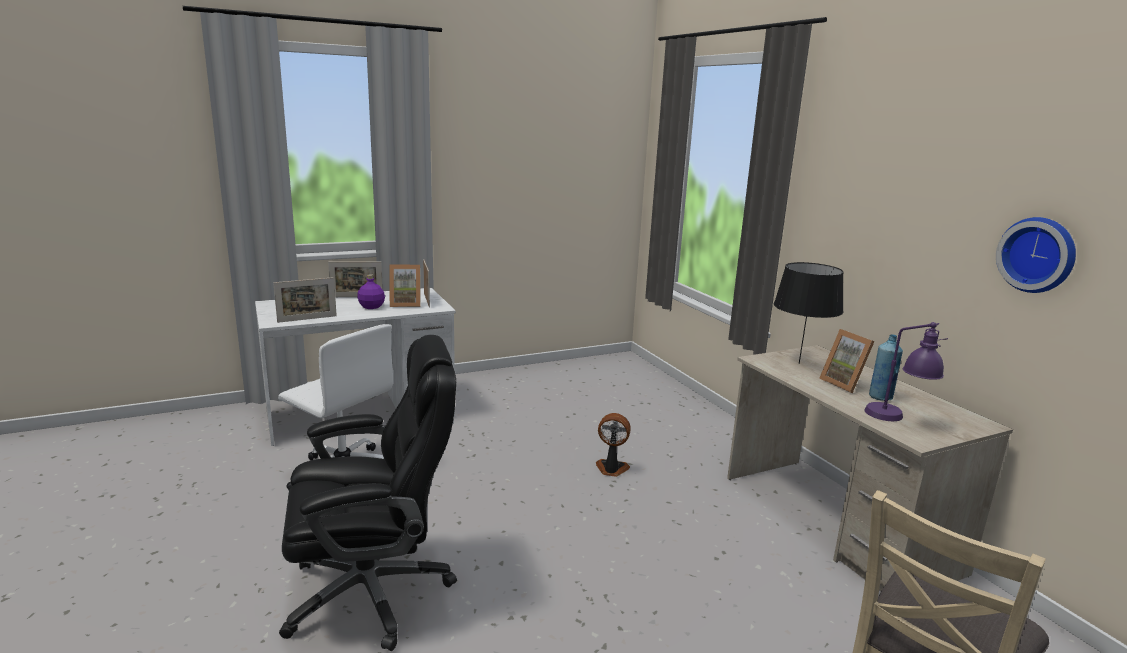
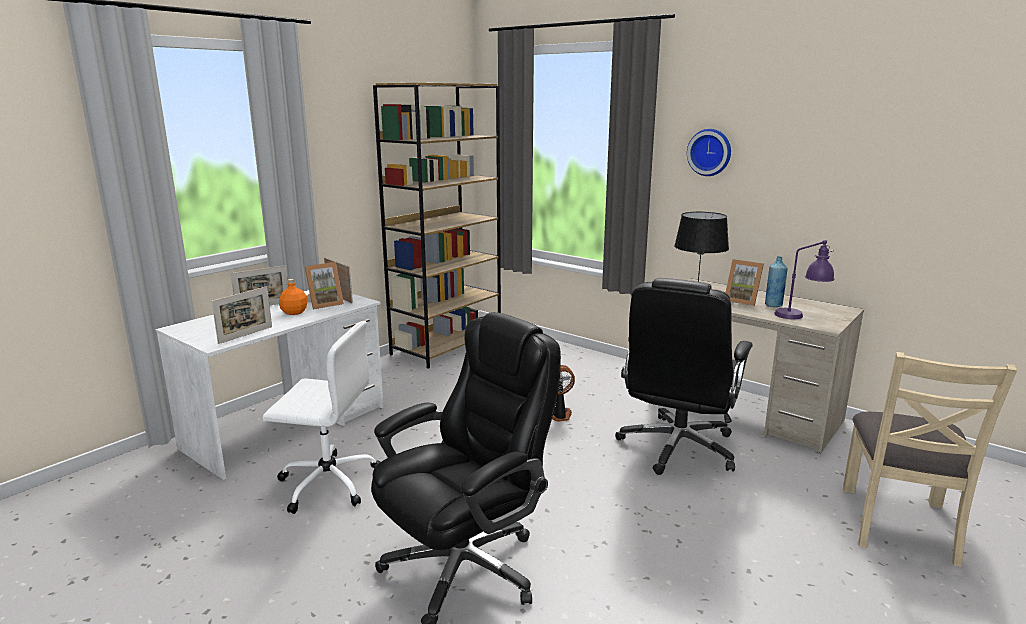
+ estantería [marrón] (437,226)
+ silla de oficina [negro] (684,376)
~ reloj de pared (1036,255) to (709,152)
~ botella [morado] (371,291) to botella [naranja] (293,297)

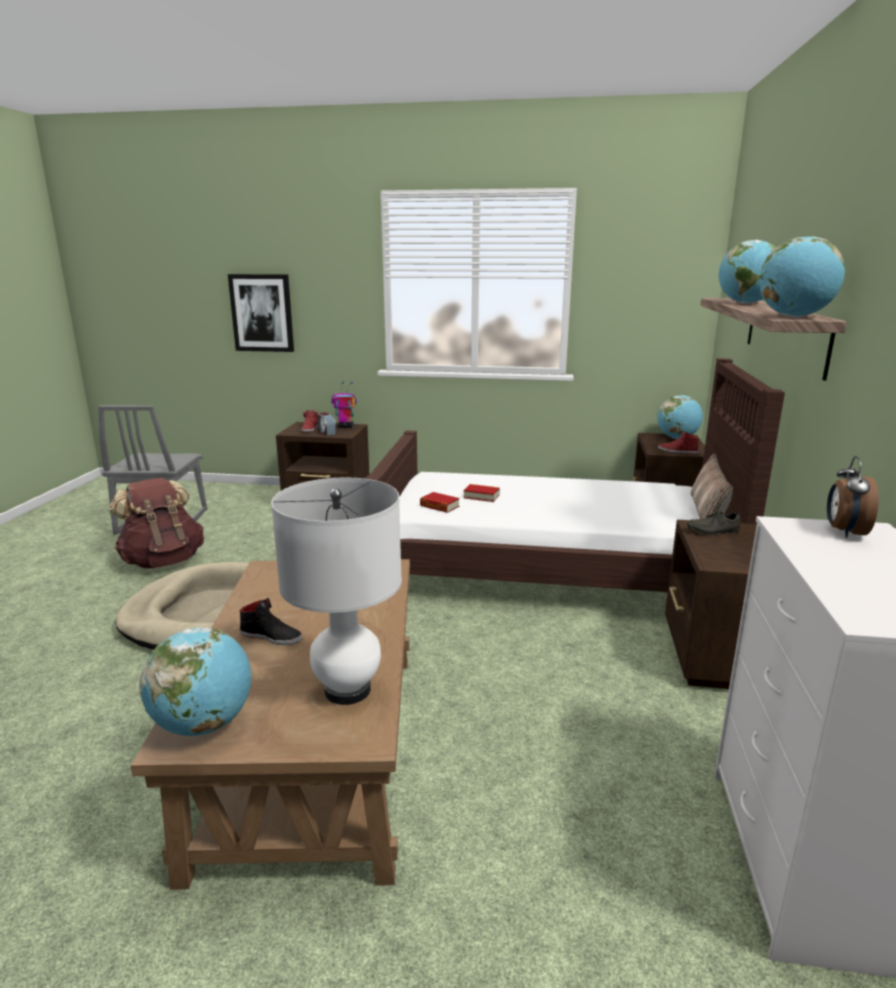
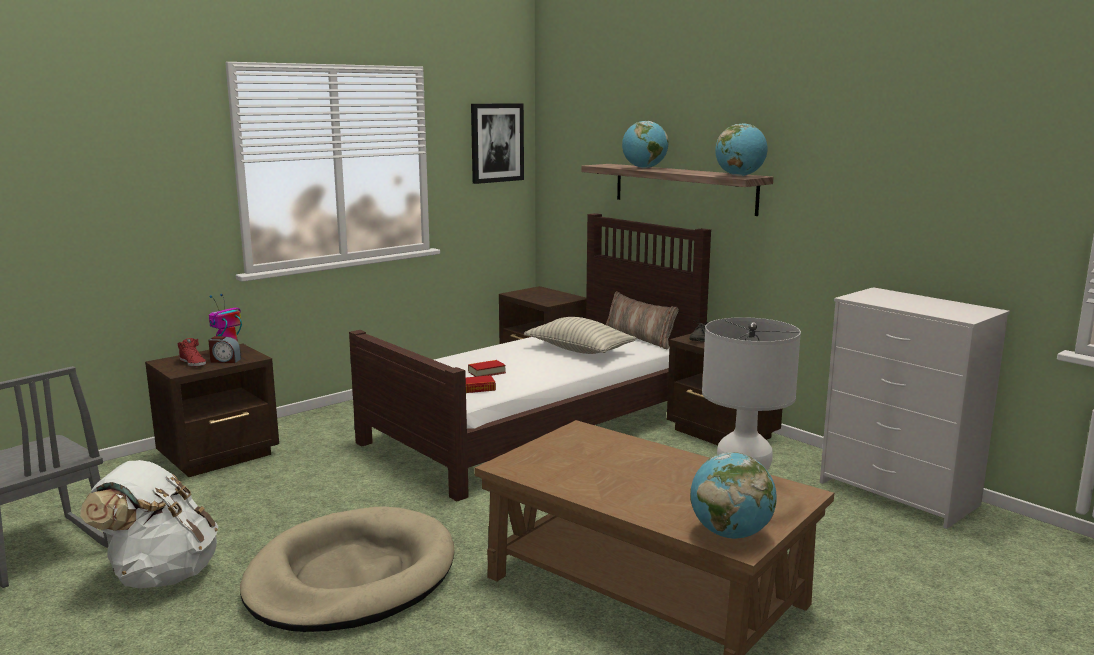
- zapato [negro] (270,621)
- globo terráqueo (680,417)
- zapato [rojo] (678,443)
- despertador (853,497)
+ cojín (580,335)
~ cuadro (261,313) to (497,143)
~ mochila [marrón] (156,523) to mochila [blanco] (149,524)

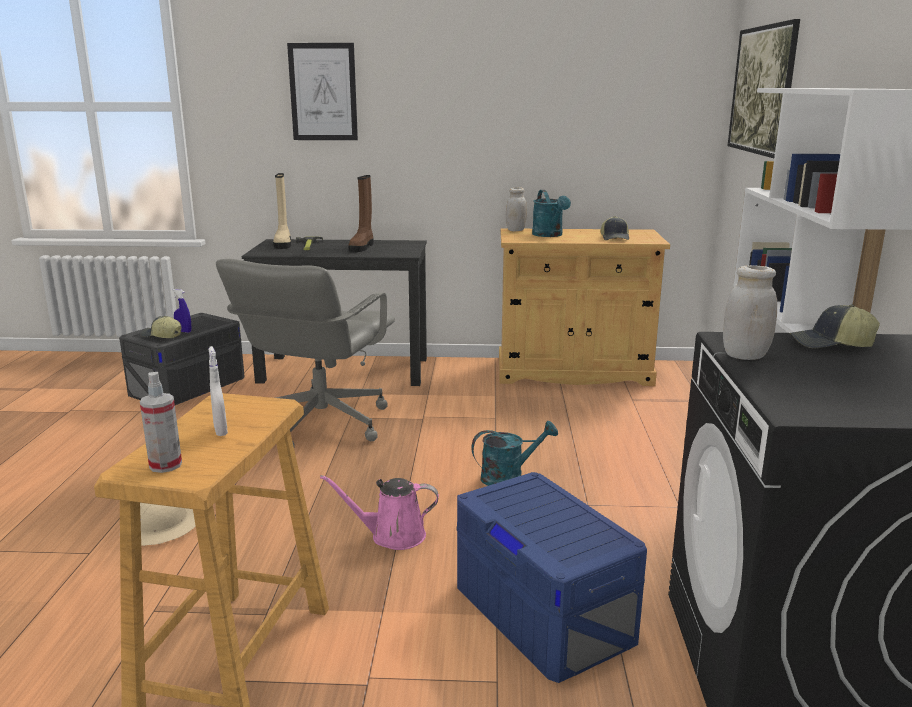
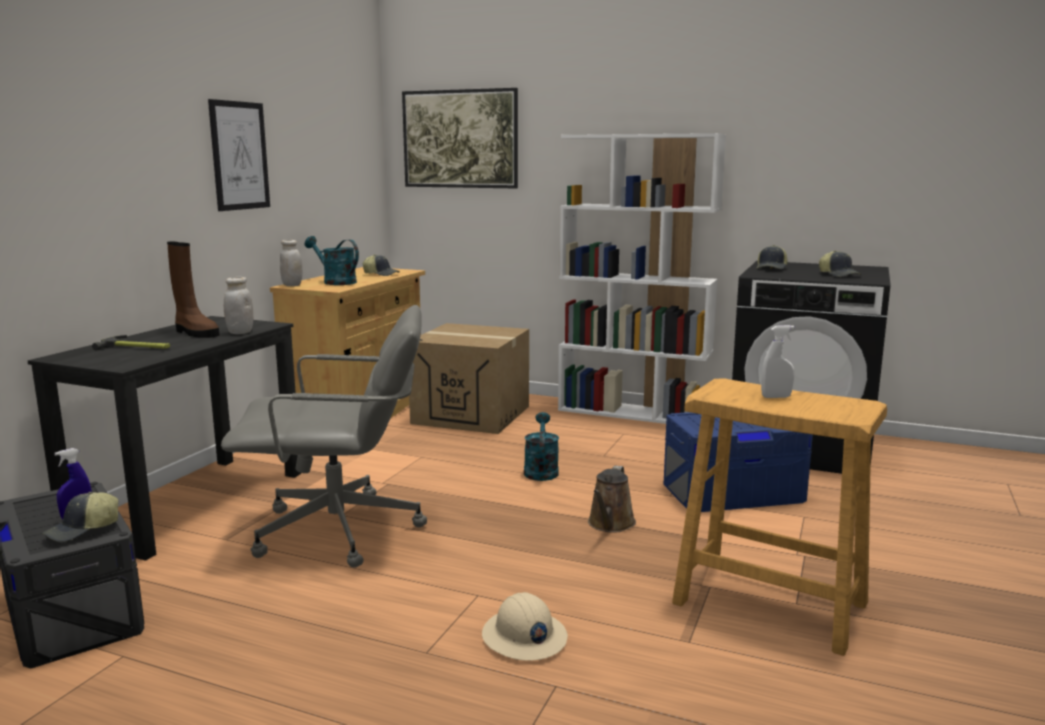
- pulverizador (161,422)
- bota [beis] (282,211)
+ caja de cartón (469,378)
+ gorra (840,263)
~ cuadro (322,91) to (239,155)
~ tarro [blanco] (750,312) to (238,305)
~ regadera [rosa] (379,512) to regadera [marrón] (612,499)
~ silla de oficina [gris] (305,352) = (324,436) 45 degrees counterclockwise
~ regadera [turquesa] (551,213) = (332,260) 150 degrees counterclockwise

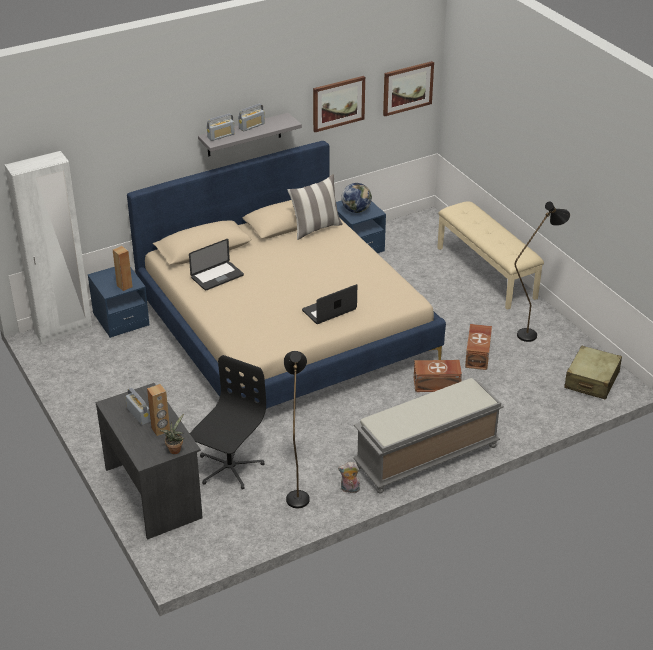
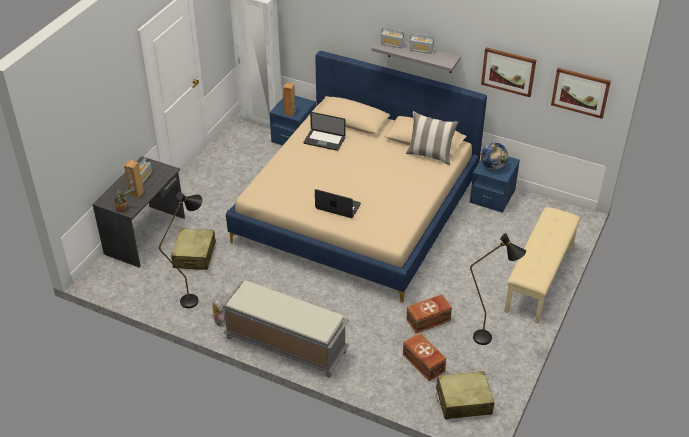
~ caja de almacenaje [marrón] (438,376) to (424,357)
~ silla de oficina [negro] (228,422) to maleta [beis] (193,249)

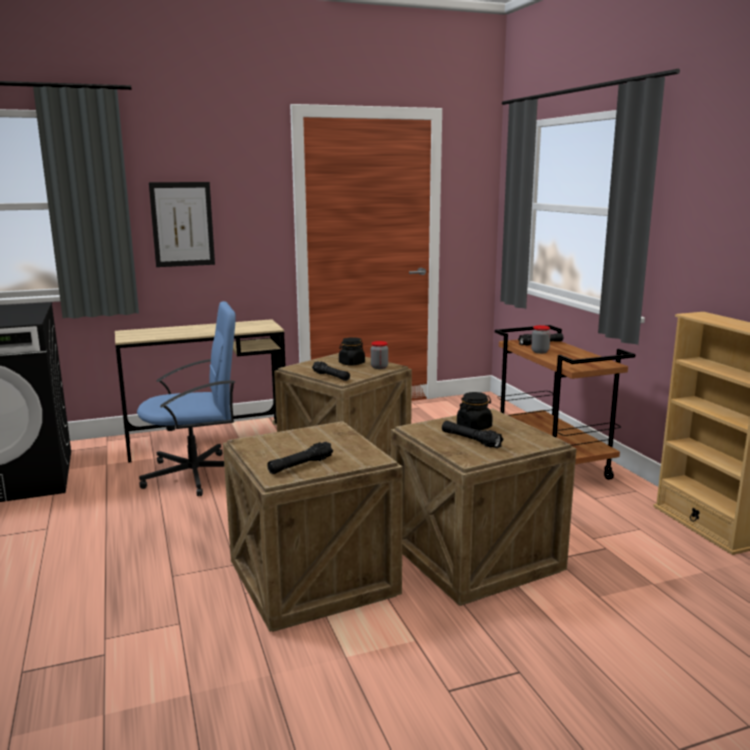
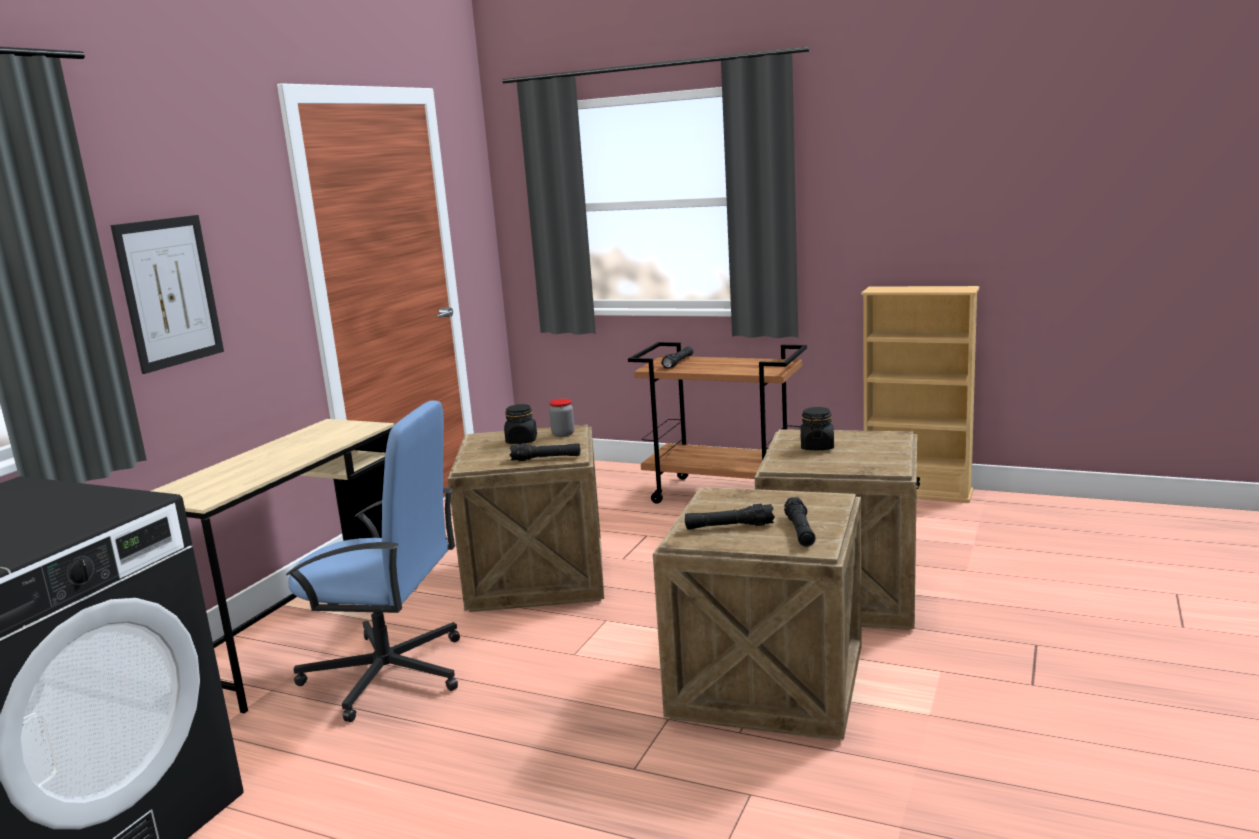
- tarro (540,339)
~ linterna [negro] (473,435) to (730,516)
~ silla de oficina [azul] (186,398) = (373,561) 75 degrees clockwise

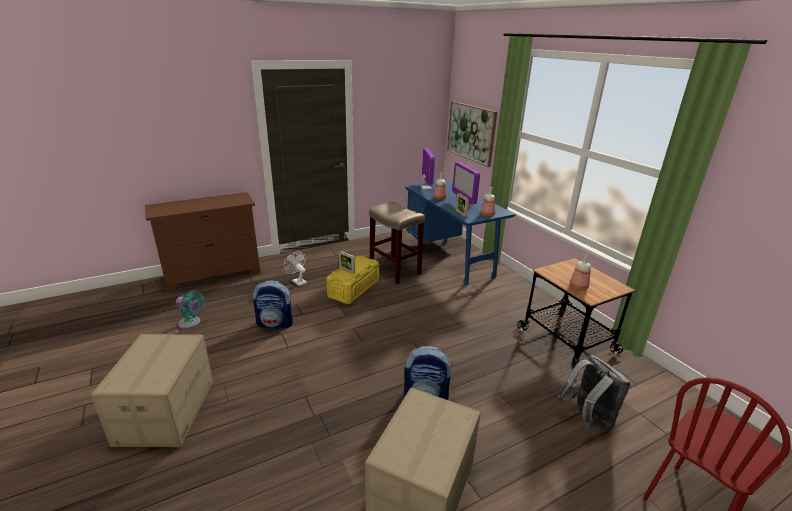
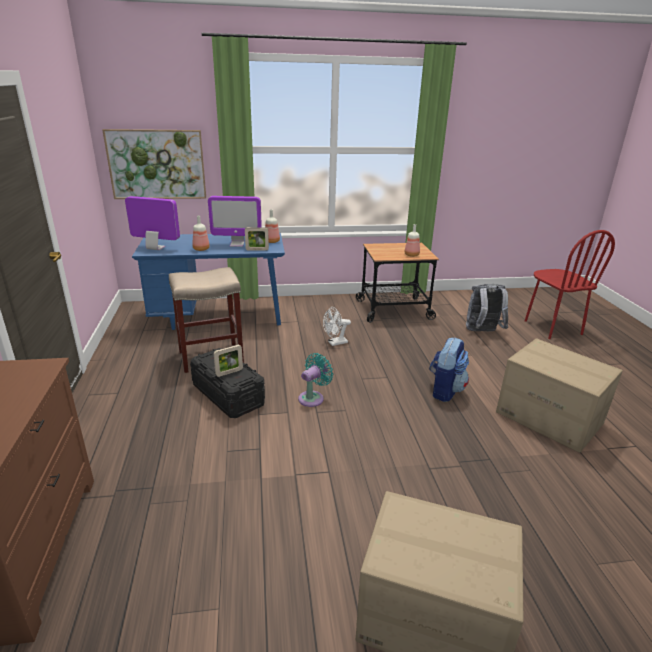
- mochila (273,304)
~ ventilador [turquesa] (190,309) to (315,380)
~ ventilador [blanco] (295,269) to (337,326)
~ caja de almacenaje [amarillo] (352,280) to caja de almacenaje [negro] (227,383)

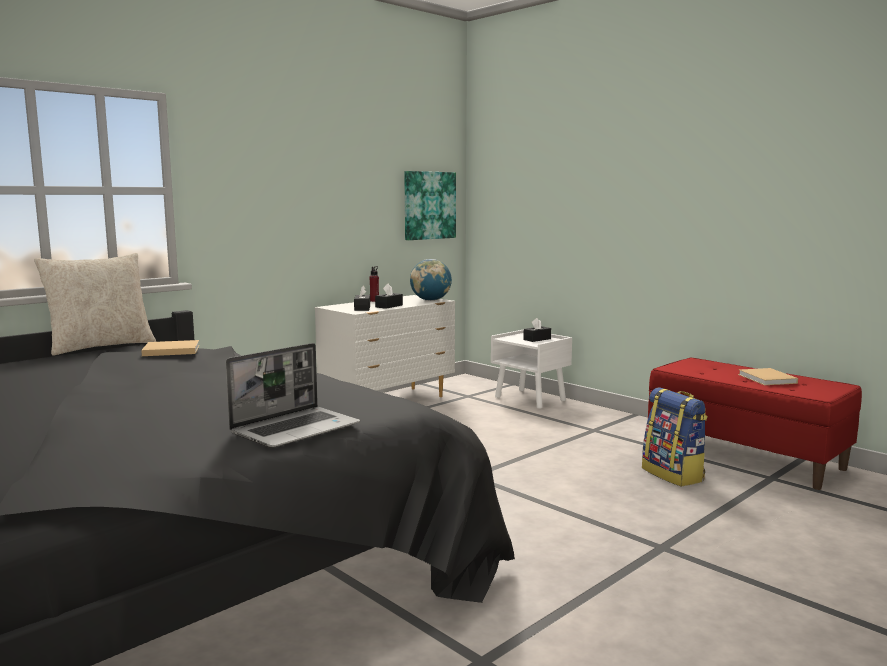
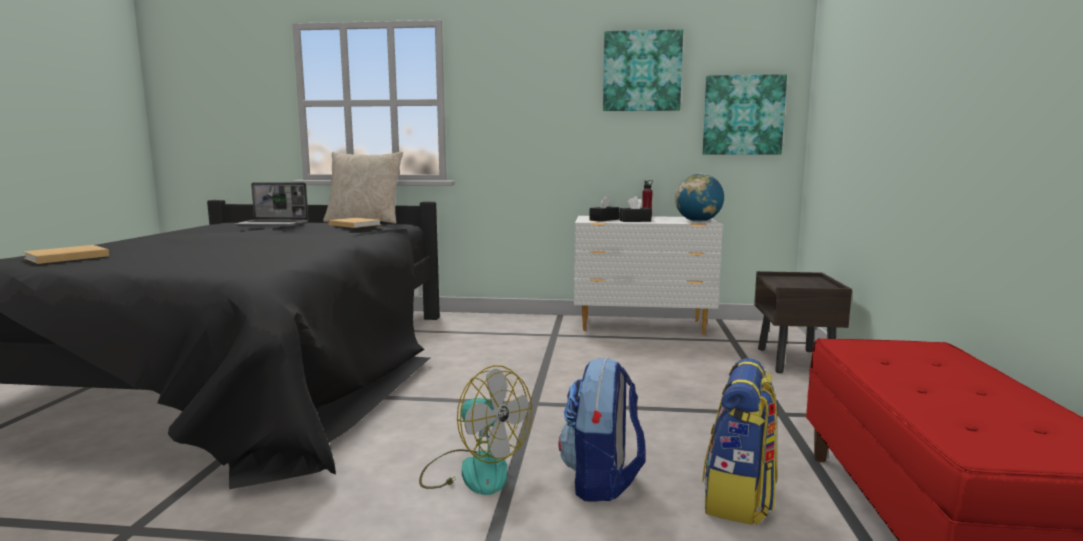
- caja de pañuelos [negro] (537,330)
+ ventilador (475,430)
+ mochila (602,429)
+ cuadro (643,70)
~ portátil (293,395) to (271,204)
~ libro [beis] (768,376) to (66,254)
~ mesita de noche [blanco] (531,369) to mesita de noche [marrón] (803,322)

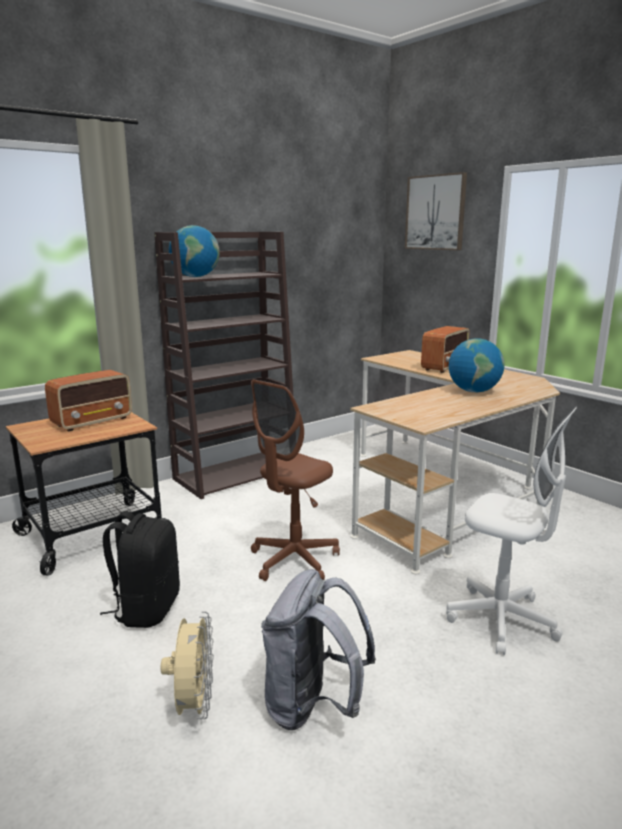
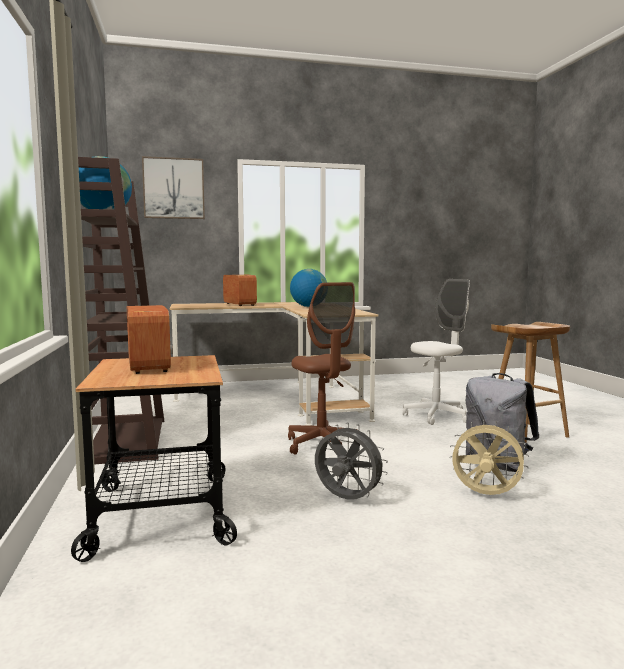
+ taburete [marrón] (530,382)
~ mochila [negro] (140,569) to ventilador [gris] (351,461)

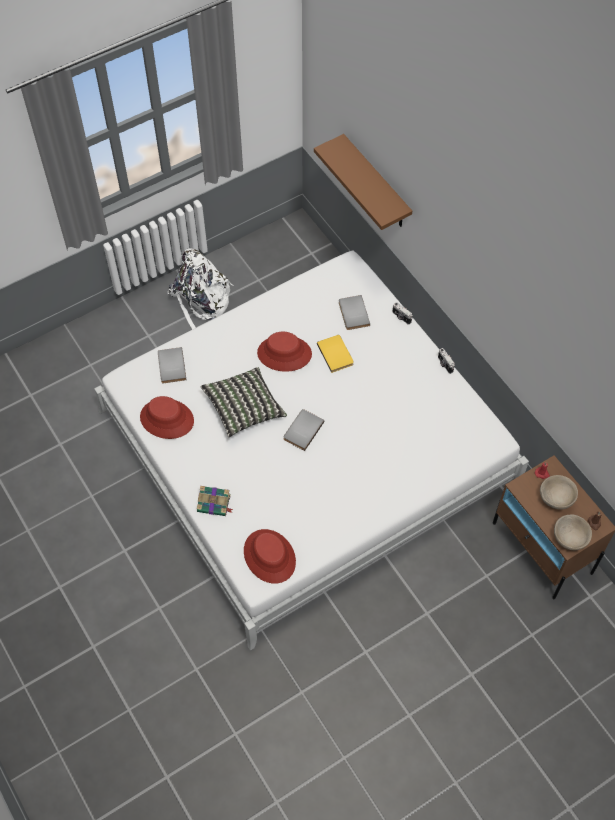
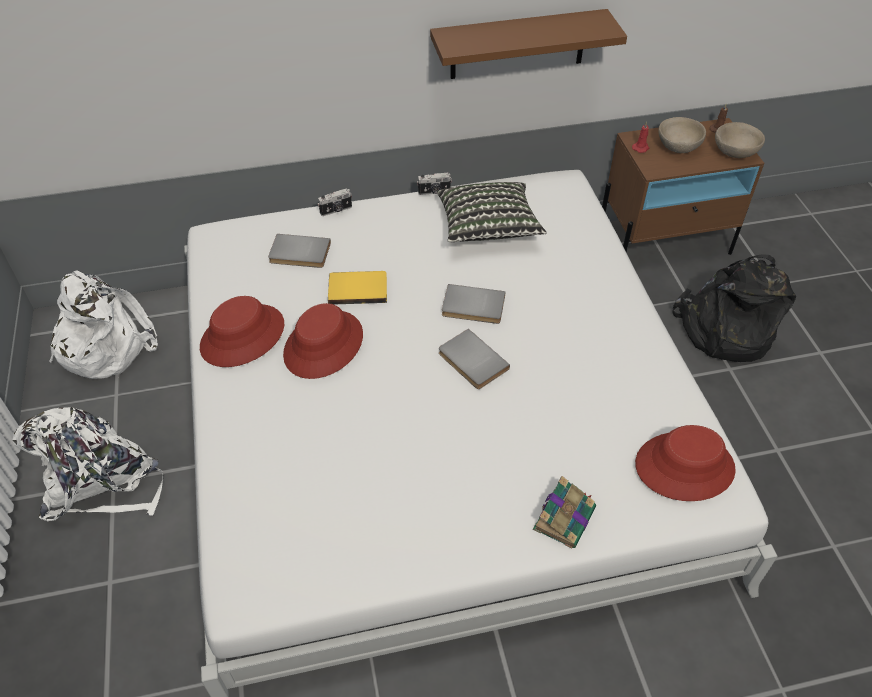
+ mochila [blanco] (103,324)
+ mochila [negro] (734,308)
~ sombrero [rojo] (167,417) to (242,331)
~ libro [gris] (172,365) to (474,304)
~ cojín (243,402) to (492,212)
~ estante [marrón] (363,182) to (528,44)

